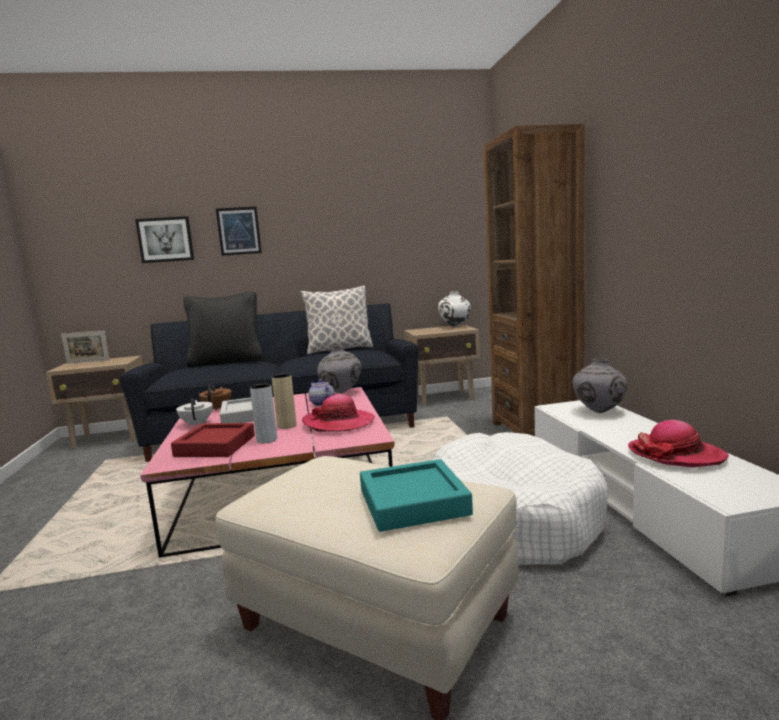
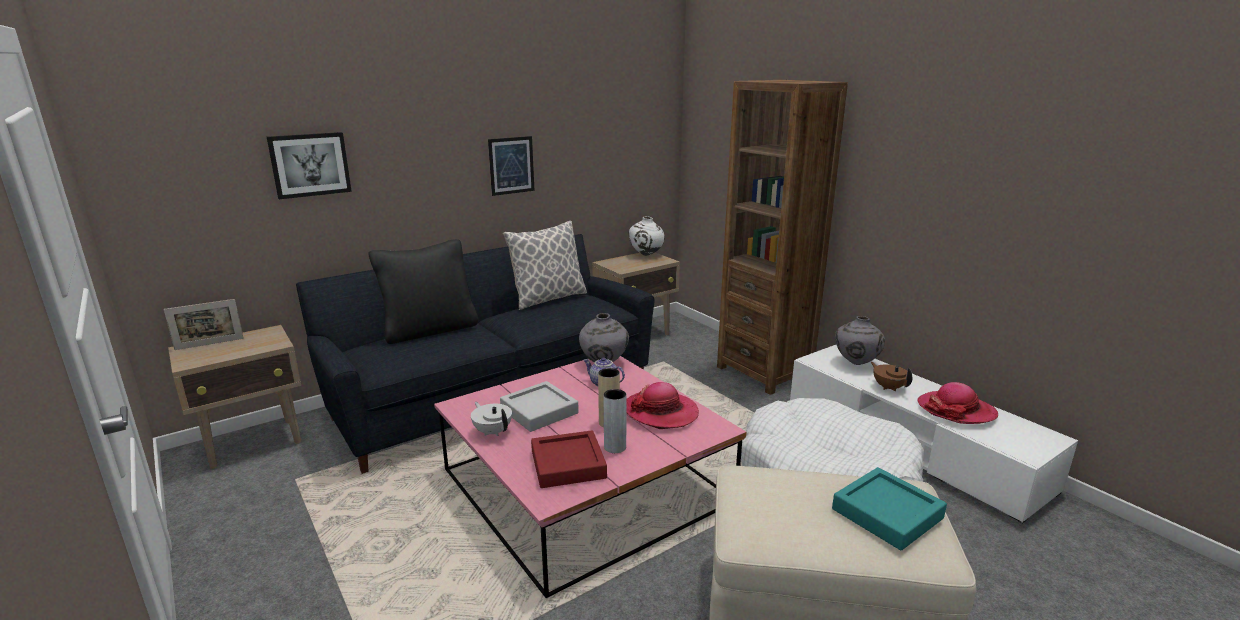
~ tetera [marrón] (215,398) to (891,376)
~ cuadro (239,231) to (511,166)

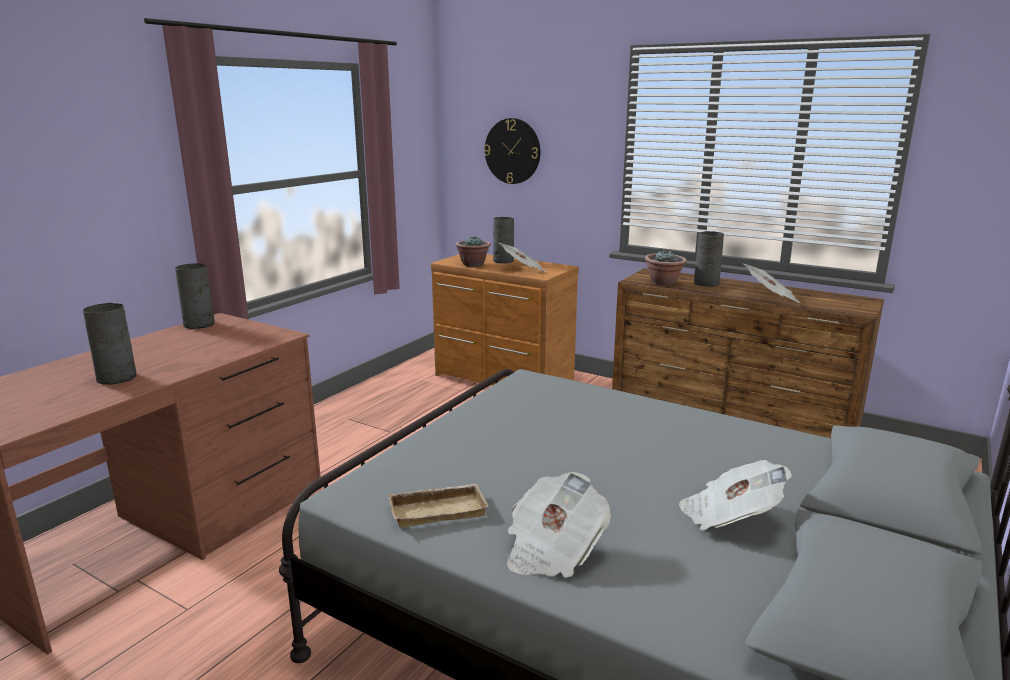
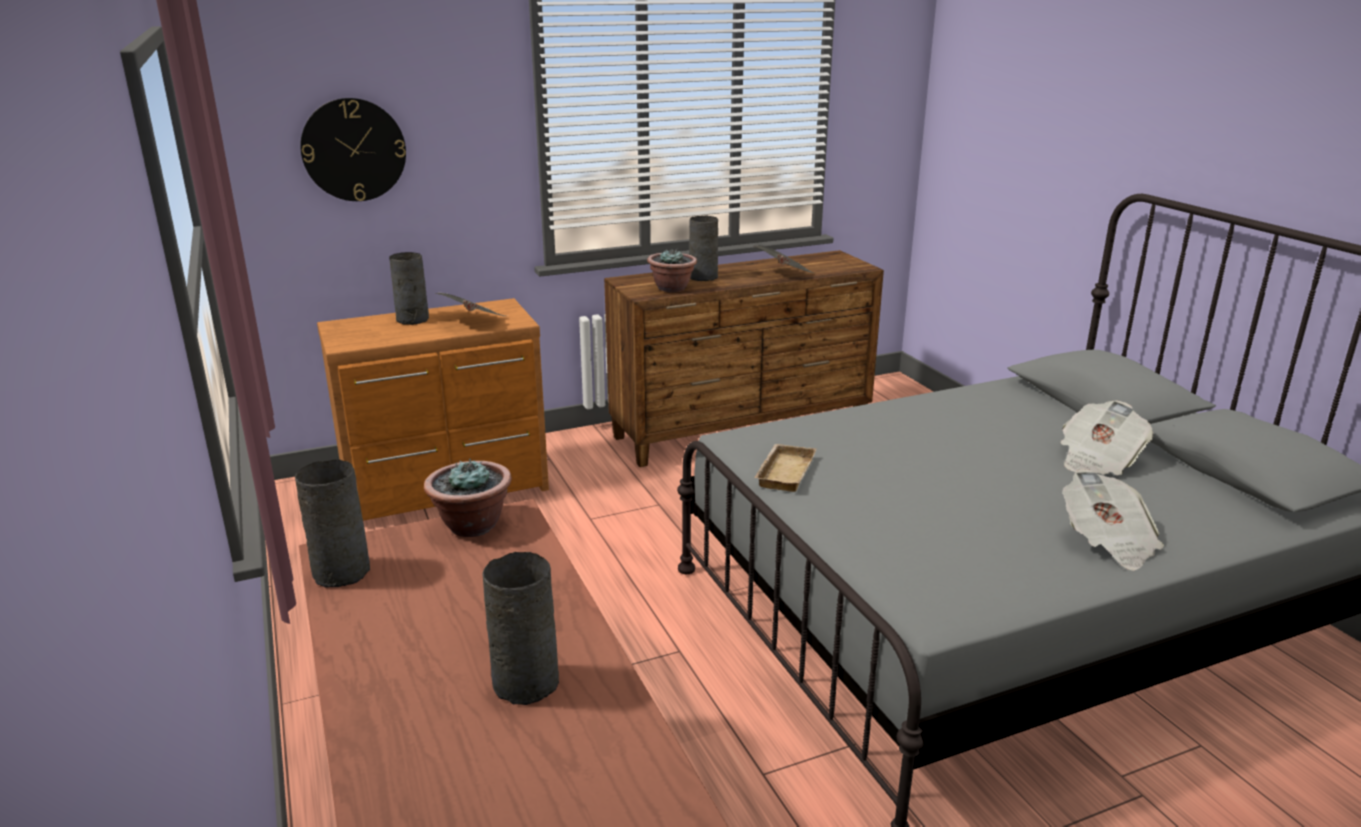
~ bandeja [beis] (438,505) to (785,468)
~ planta en maceta (473,251) to (468,498)

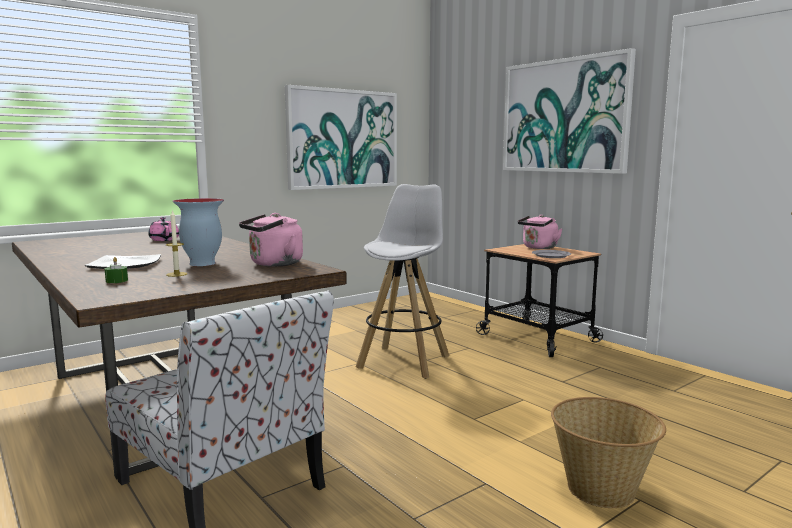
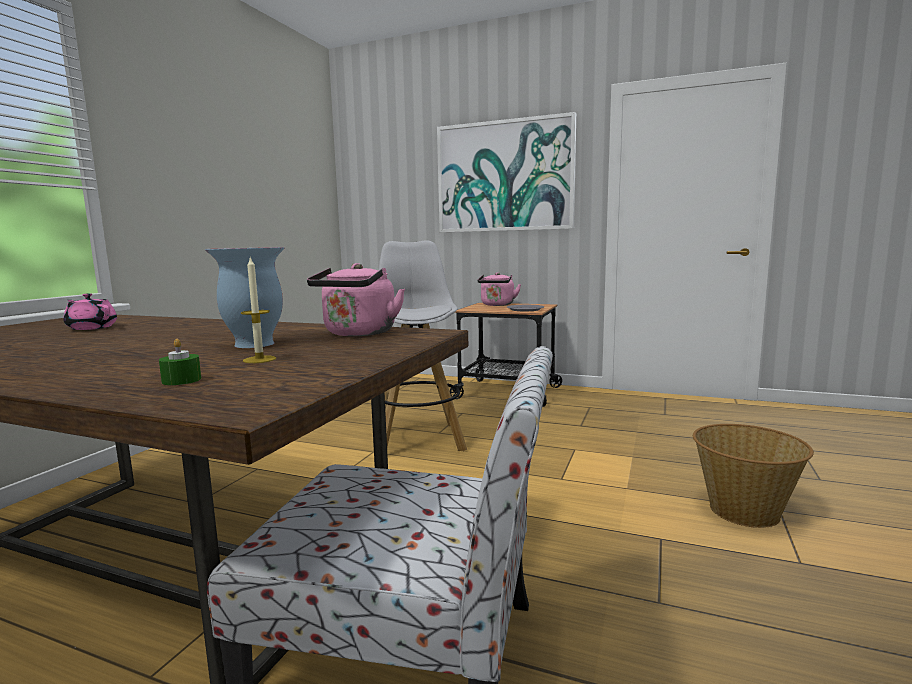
- plato (123,261)
- cuadro (341,137)

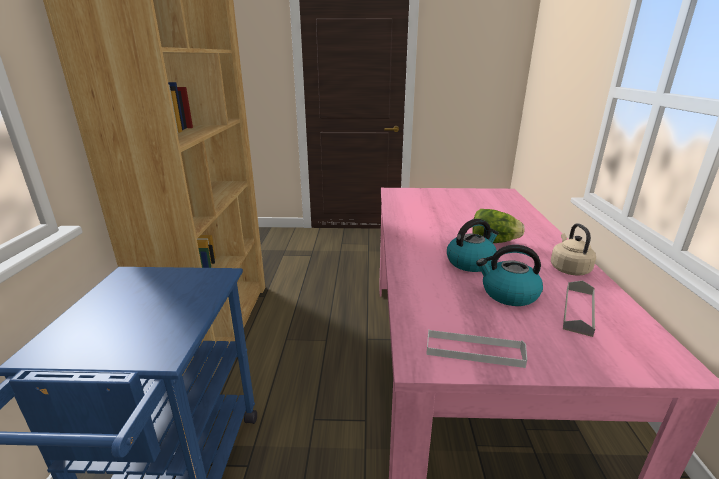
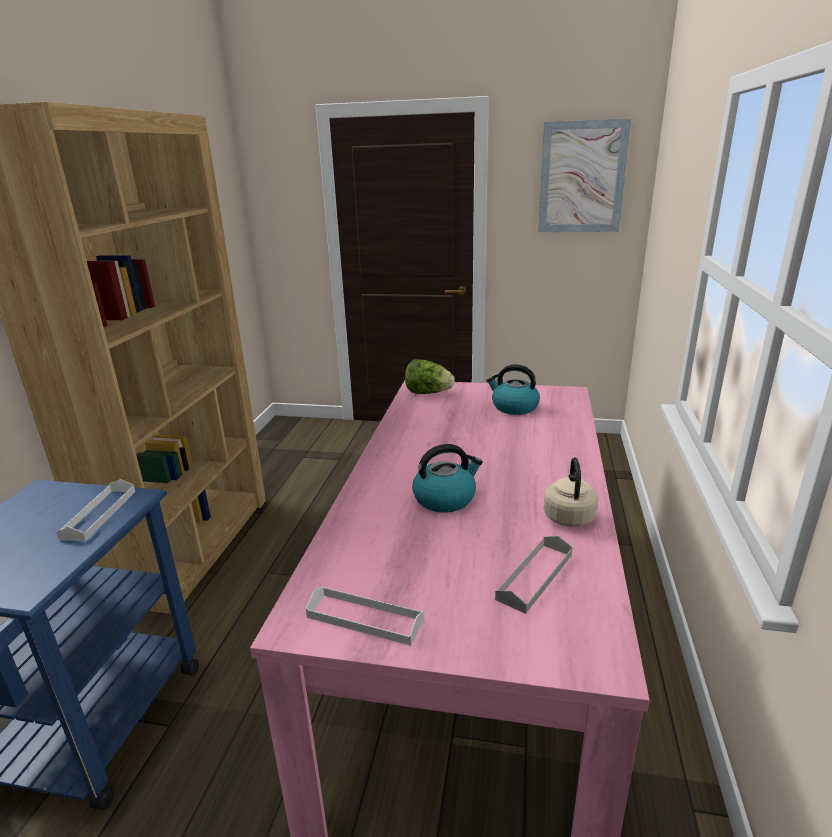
+ bandeja [blanco] (96,510)
+ cuadro (584,175)
~ lechuga (498,226) to (430,376)
~ hervidor (509,275) to (513,389)

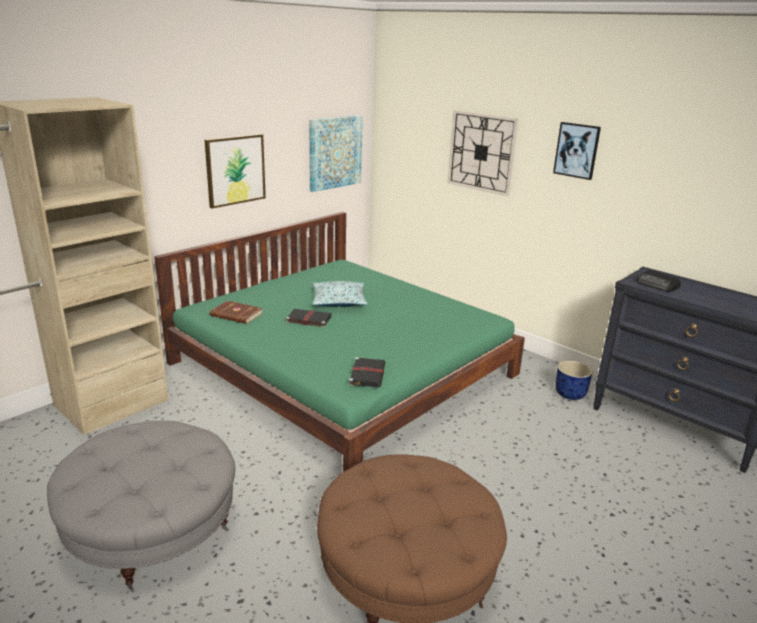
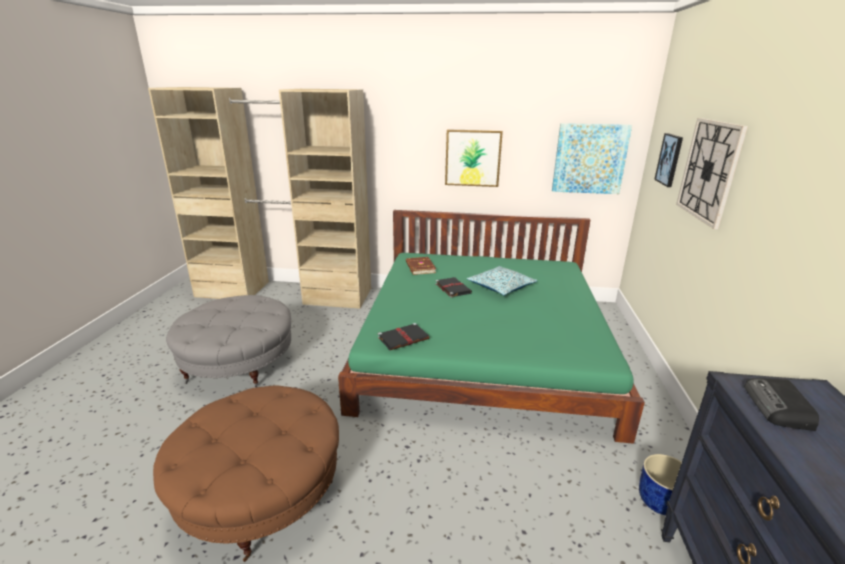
~ cuadro (577,151) to (668,160)

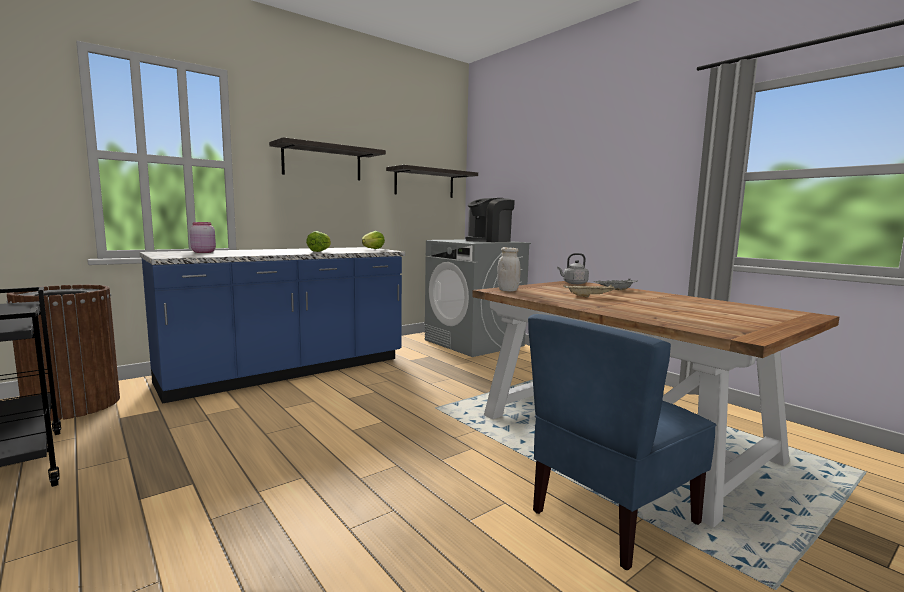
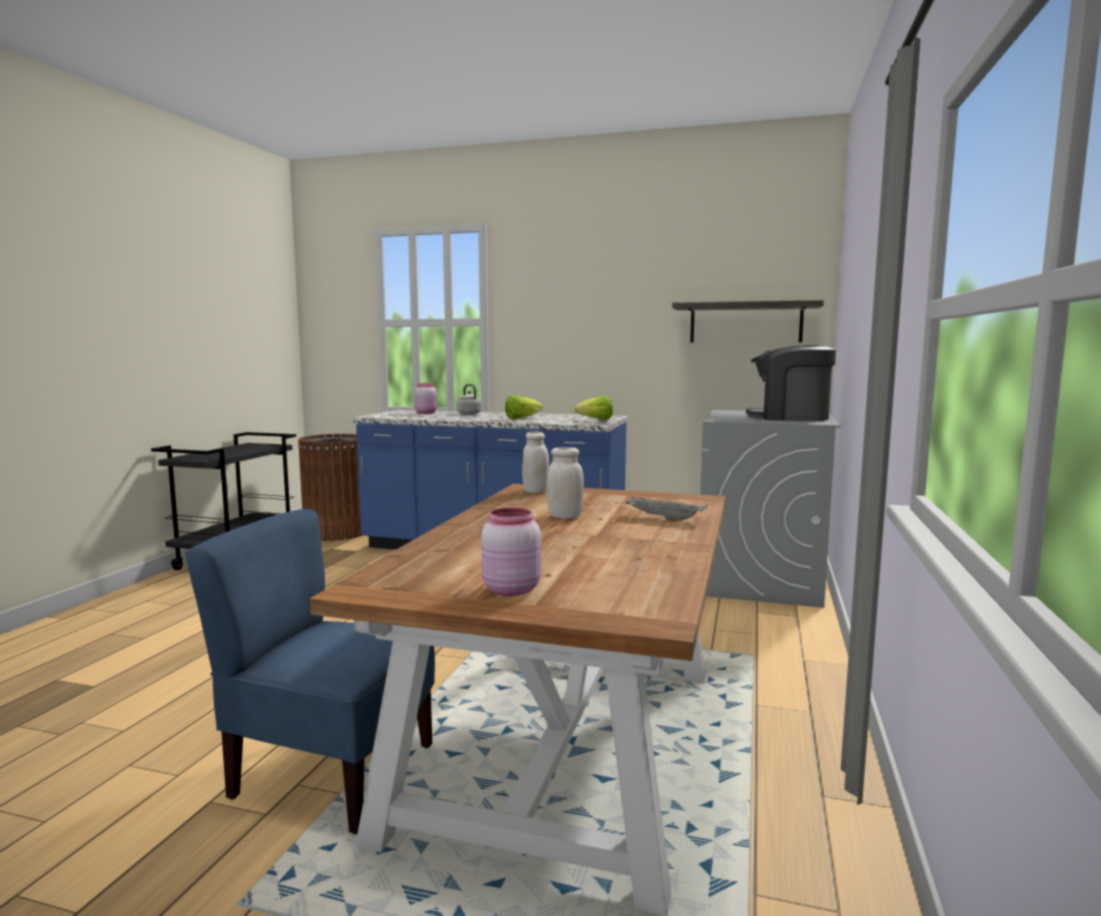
- estante (327,158)
+ tarro [rosa] (511,552)
~ hervidor [gris] (573,268) to (469,399)
~ bandeja [beis] (591,290) to tarro [blanco] (565,483)

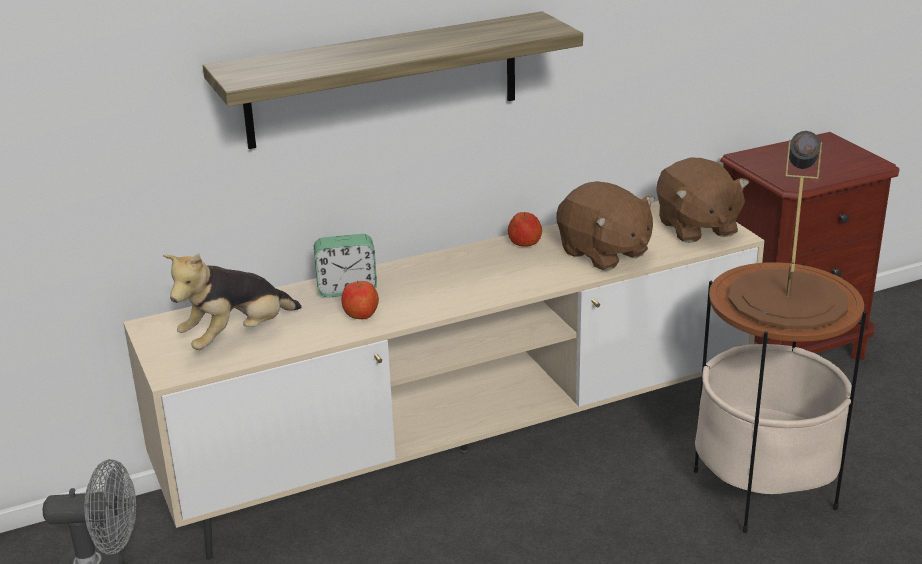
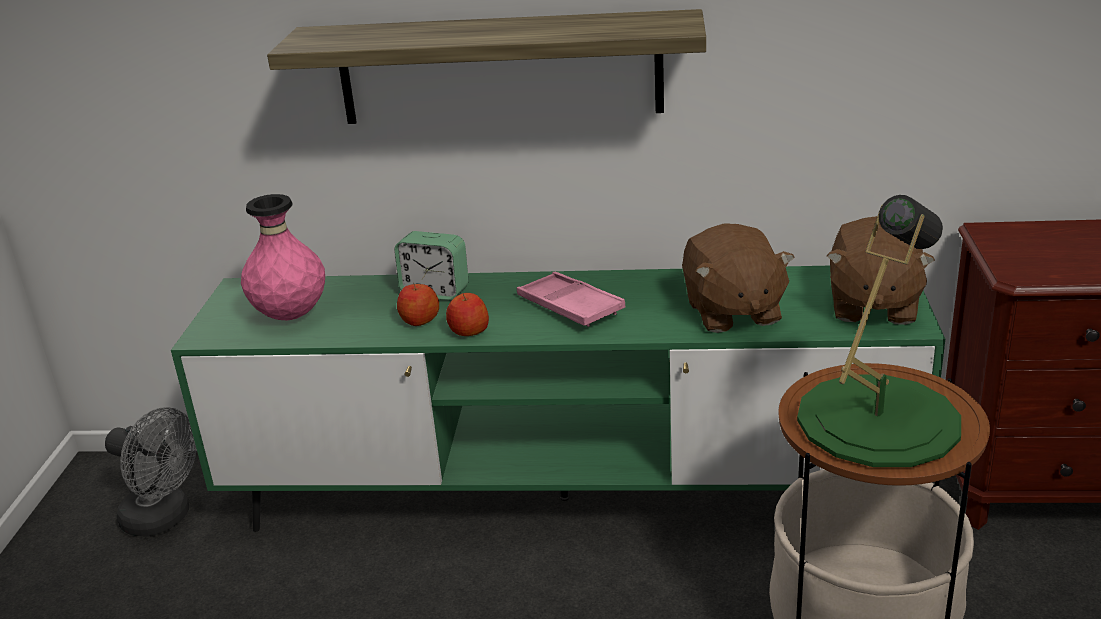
+ bandeja [rosa] (571,299)
~ manzana (525,229) to (467,314)
~ peluche (232,301) to florero [rosa] (283,257)
~ mueble de televisión [beis] (443,380) to mueble de televisión [verde] (558,399)
~ lámpara de mesa [marrón] (788,230) to lámpara de mesa [verde] (879,331)

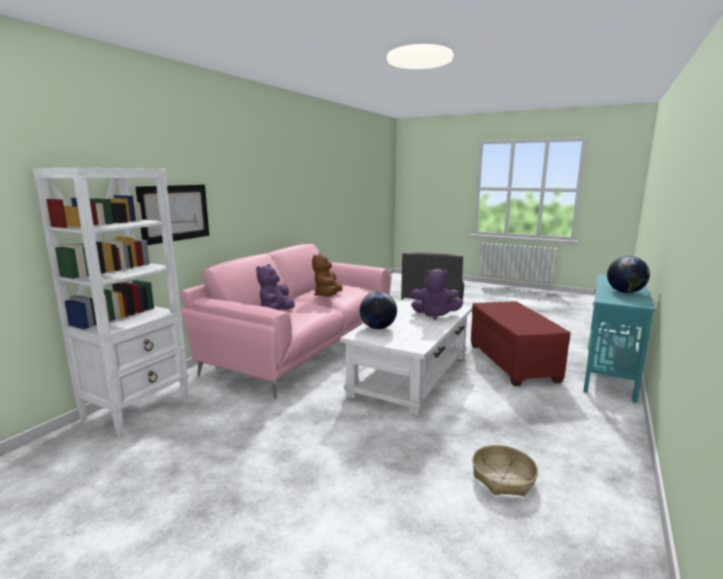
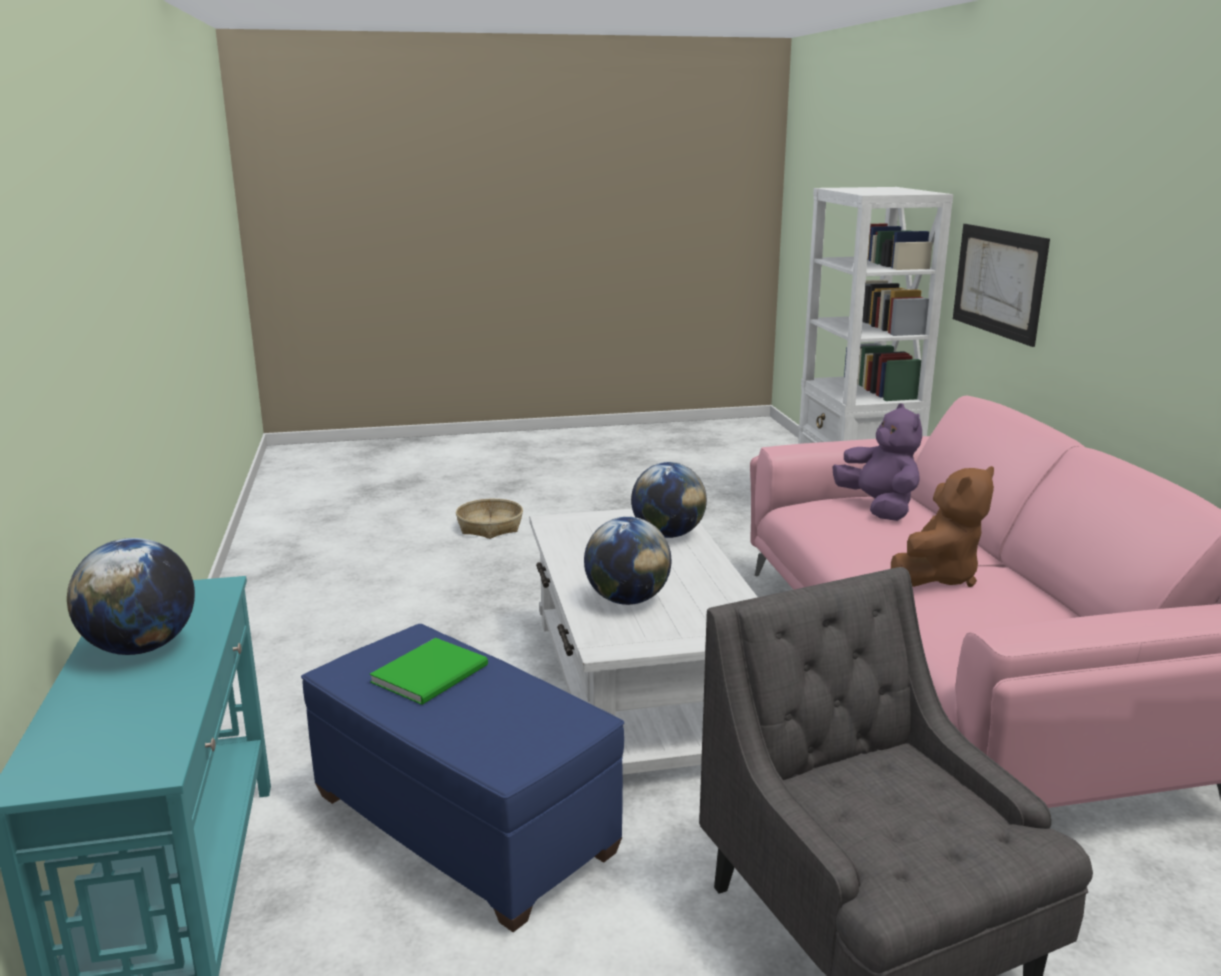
+ libro [verde] (429,671)
~ cesta (505,470) to (489,519)
~ peluche [morado] (437,294) to globo terráqueo (628,561)
~ puf [rojo] (521,343) to puf [azul] (462,778)
~ peluche [marrón] (327,275) = (942,526) 75 degrees clockwise

